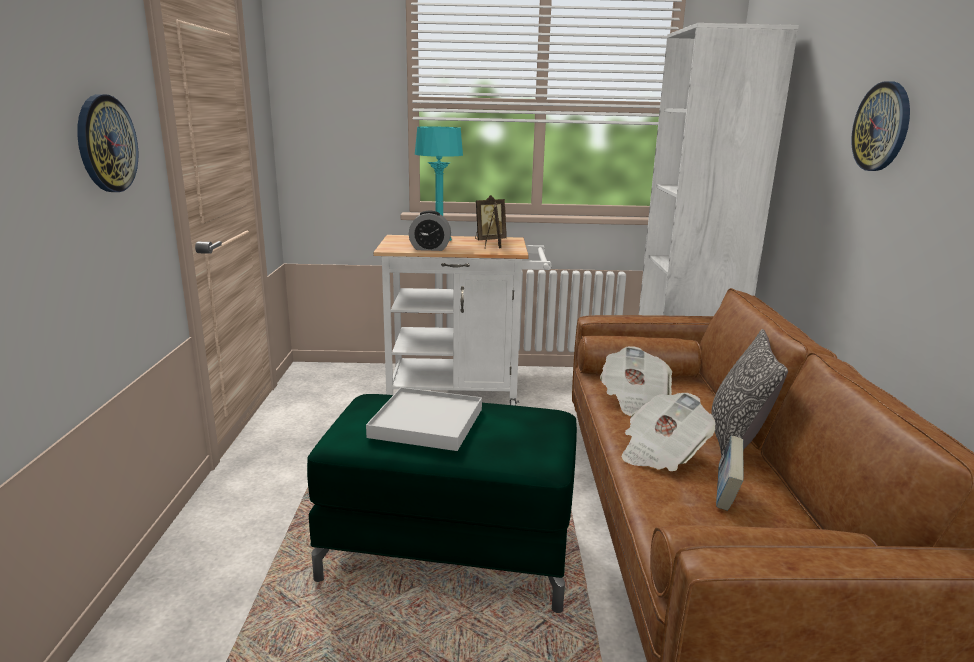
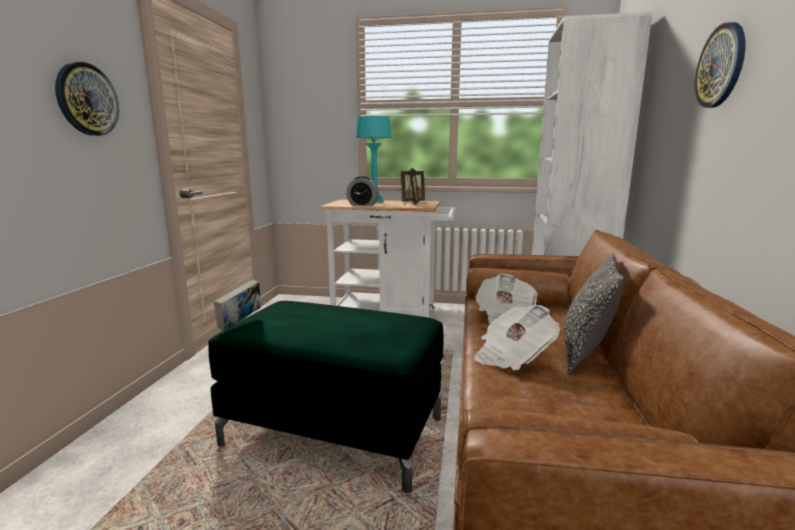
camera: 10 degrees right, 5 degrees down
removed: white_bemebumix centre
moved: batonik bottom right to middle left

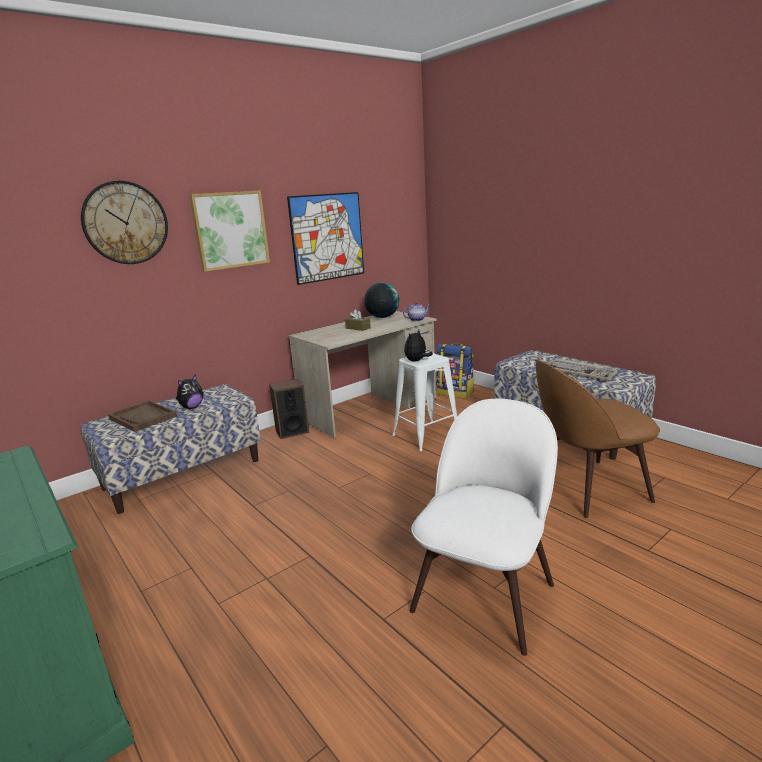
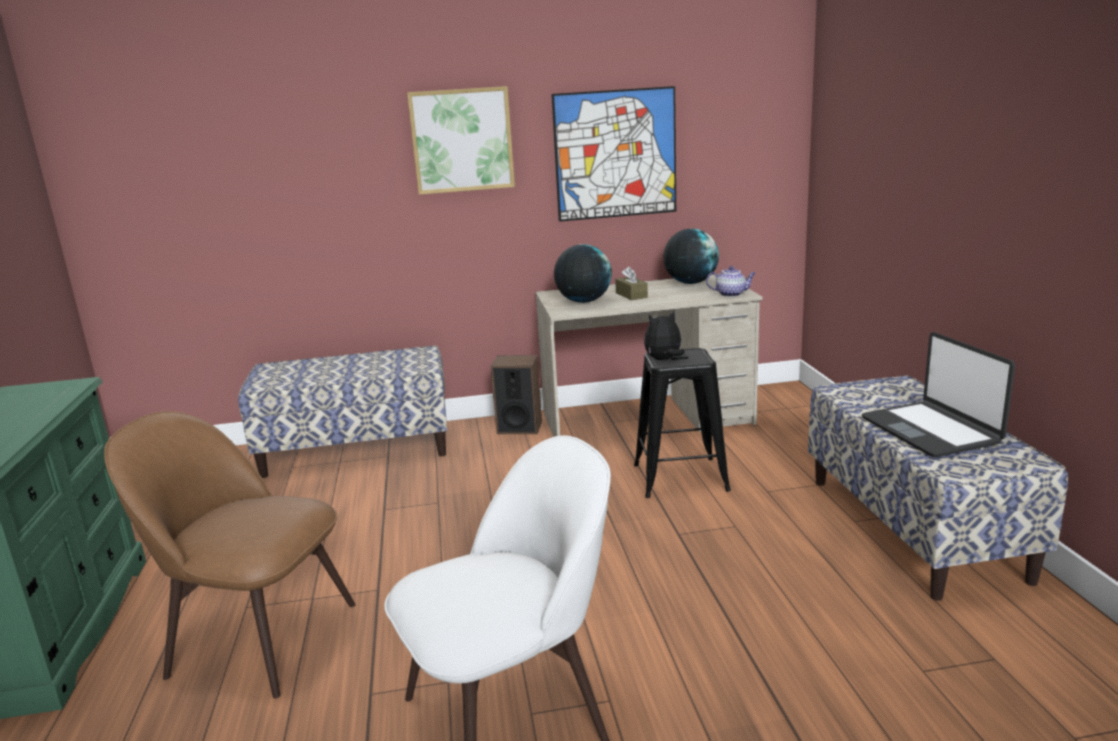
camera: 30 degrees right, 0 degrees up
removed: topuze top left; brown_bemebumix middle left; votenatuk (1st from left) middle left; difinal centre
added: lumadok (1st from left) centre
moved: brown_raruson middle right to bottom left
replaced: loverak middle right to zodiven middle right
recoloured: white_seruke centre to black_seruke centre

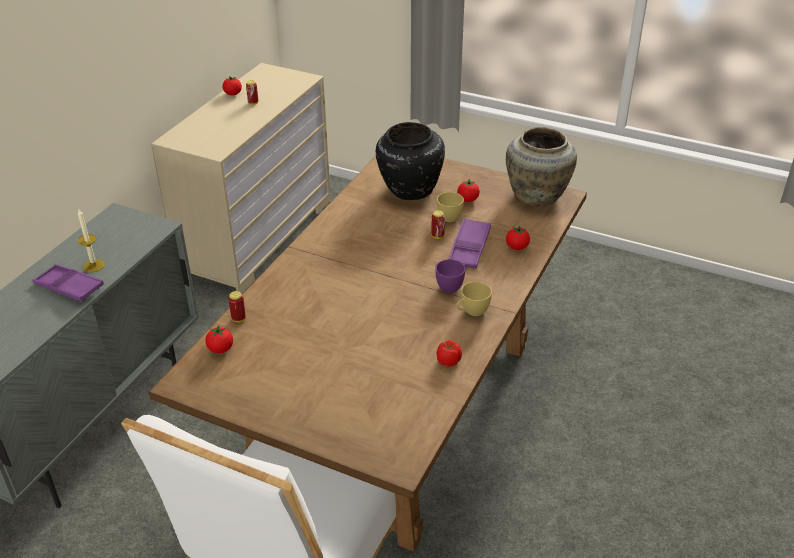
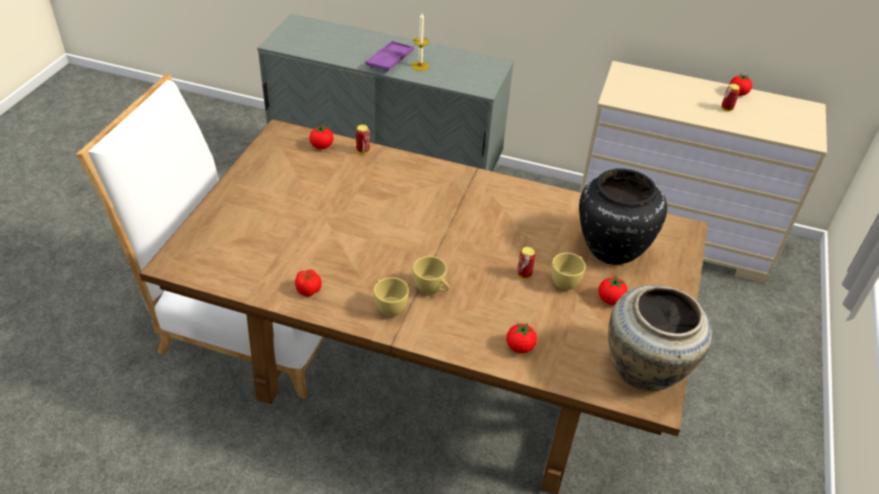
camera: 80 degrees right, 5 degrees up
removed: purple_bemebumix (2nd from left) centre
recoloured: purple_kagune centre to yellow_kagune (2nd from left) centre

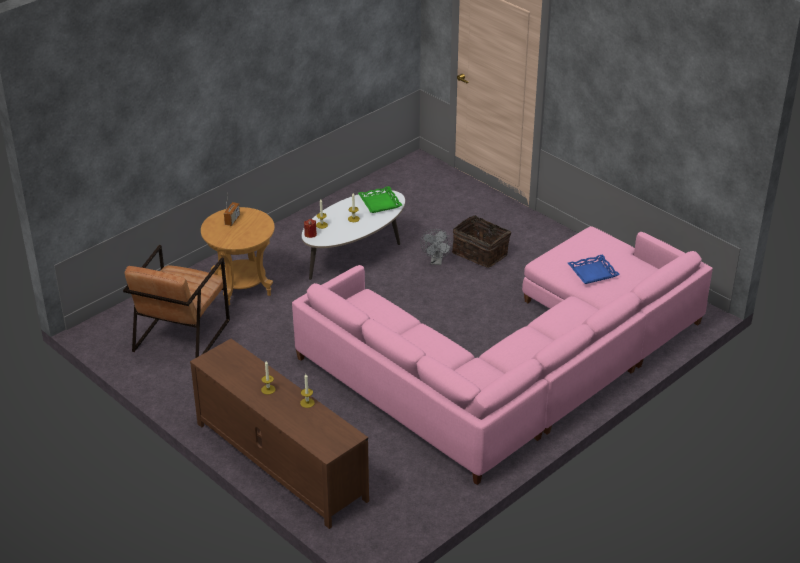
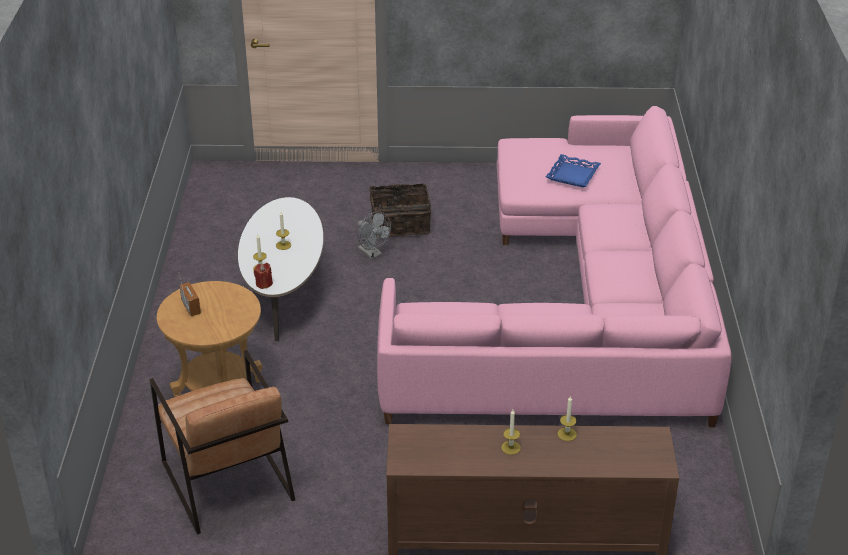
camera: 45 degrees left, 0 degrees up
removed: green_bemebumix centre

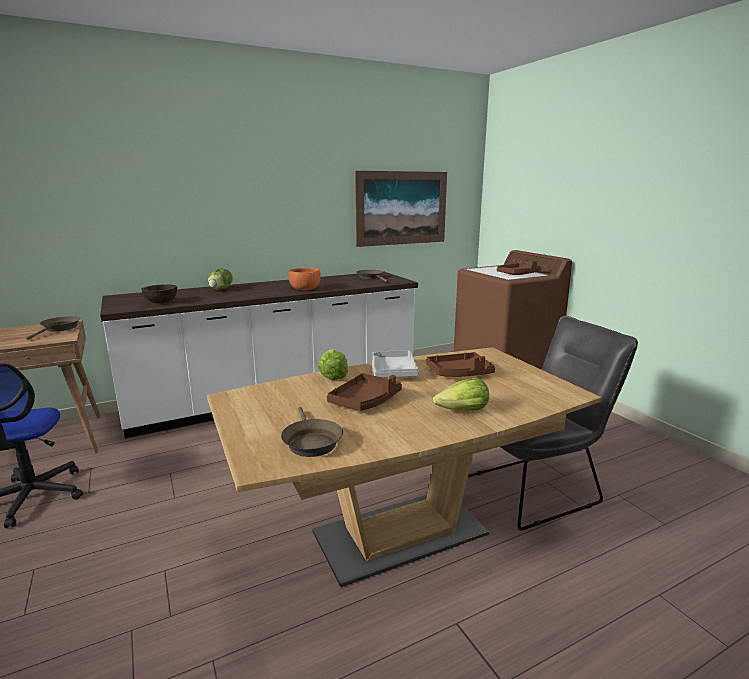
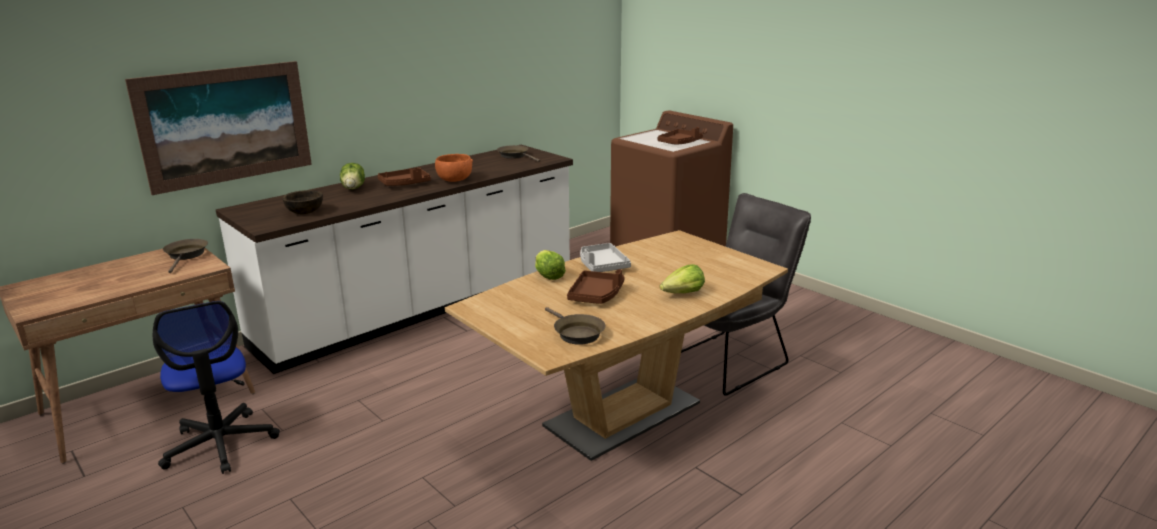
camera: 15 degrees left, 5 degrees up
moved: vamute top centre to top left; brown_bemebumix (2nd from left in the first image) centre to brown_bemebumix (1st from left) top centre

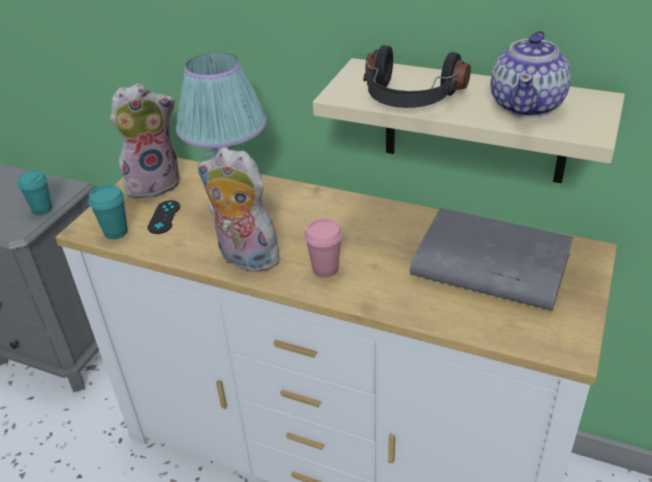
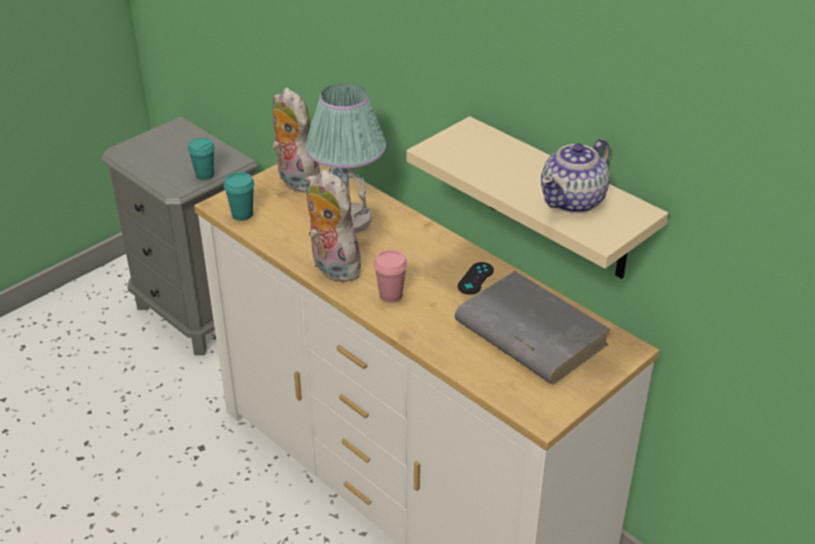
camera: 20 degrees right, 0 degrees up
removed: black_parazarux top centre
moved: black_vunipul middle left to centre
turned: votenatuk (1st from left) top left = top centre 120 degrees counterclockwise

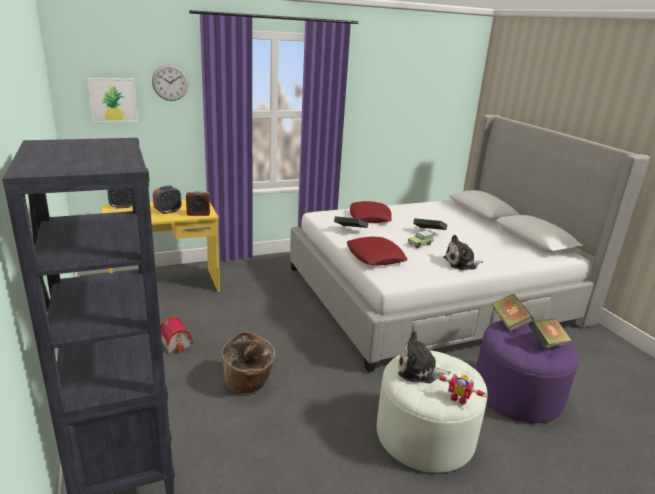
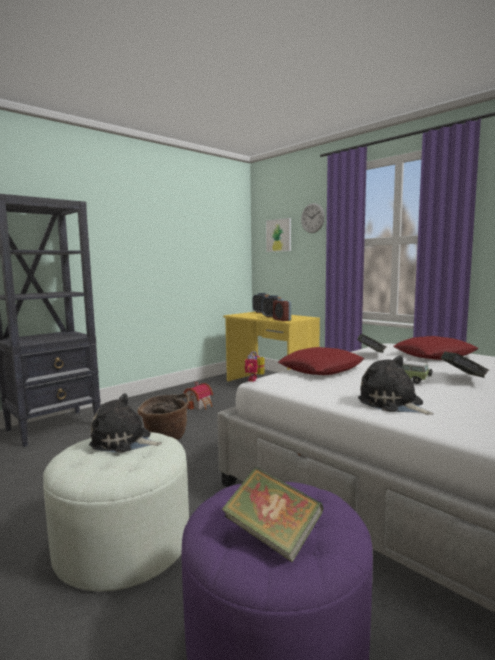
camera: 70 degrees right, 15 degrees down
removed: batonik (3rd from left) middle right
moved: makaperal bottom right to centre
turned: votenatuk (1st from left) bottom centre = middle left 60 degrees counterclockwise

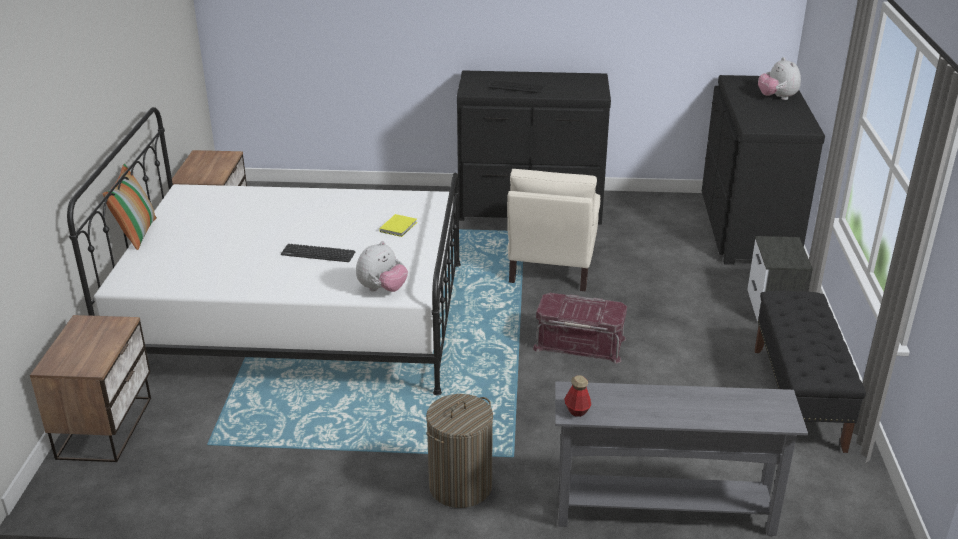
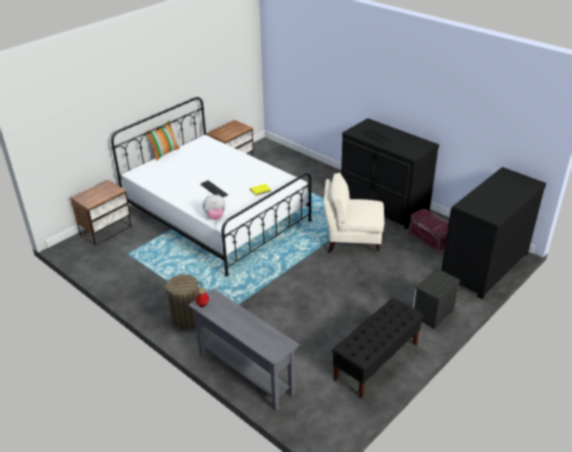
camera: 40 degrees right, 5 degrees up
removed: votenatuk (2nd from left) top right
moved: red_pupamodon centre to middle right
turned: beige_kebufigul centre = centre 45 degrees clockwise

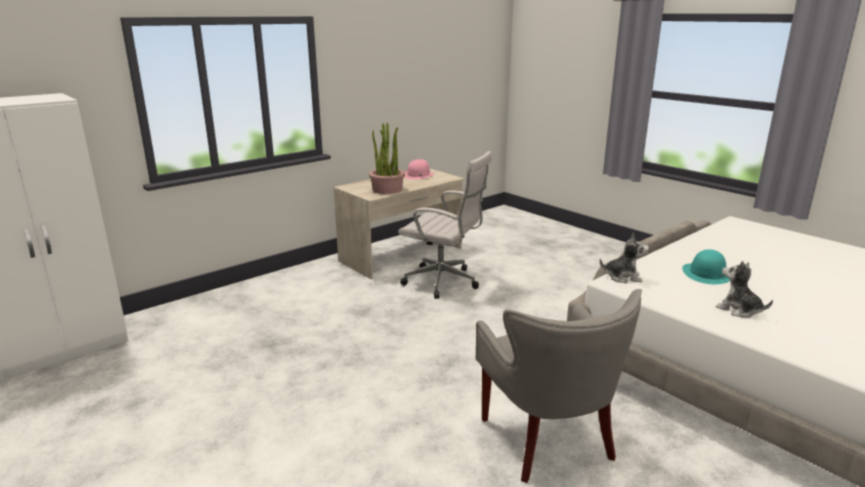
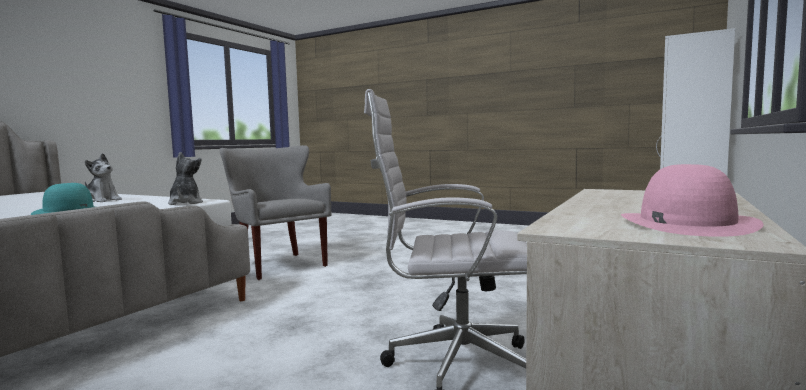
camera: 160 degrees right, 15 degrees down
removed: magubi top centre
turned: votenatuk (1st from left in the first image) middle right = middle left 90 degrees clockwise

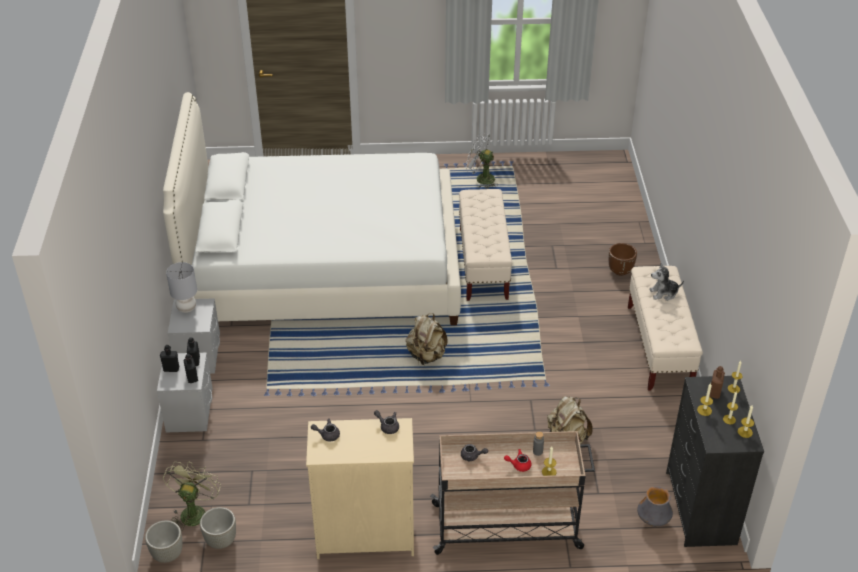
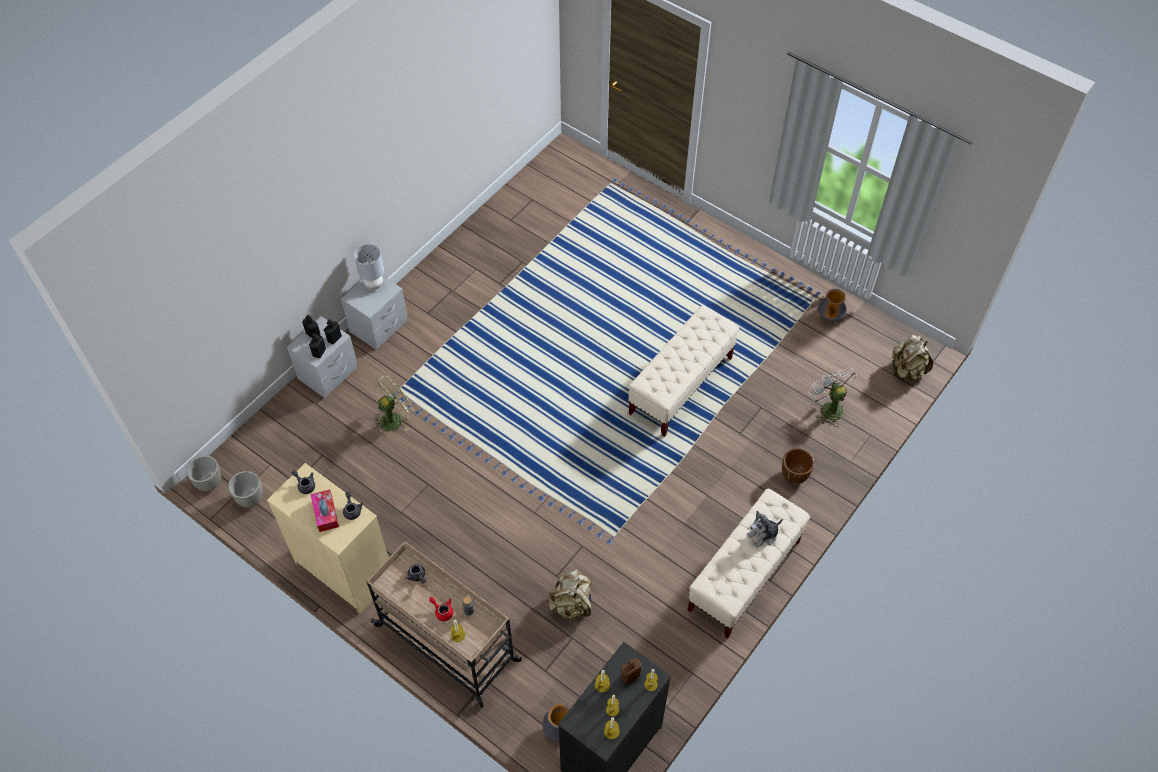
camera: 40 degrees right, 15 degrees up
removed: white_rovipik centre
added: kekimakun middle left; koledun (2nd from left) middle right
moved: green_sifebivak bottom left to centre; beige_difinal (1st from left in the first image) centre to beige_difinal (2nd from left) middle right; white_sifebivak top centre to middle right
turned: votenatuk middle right = bottom centre 60 degrees counterclockwise

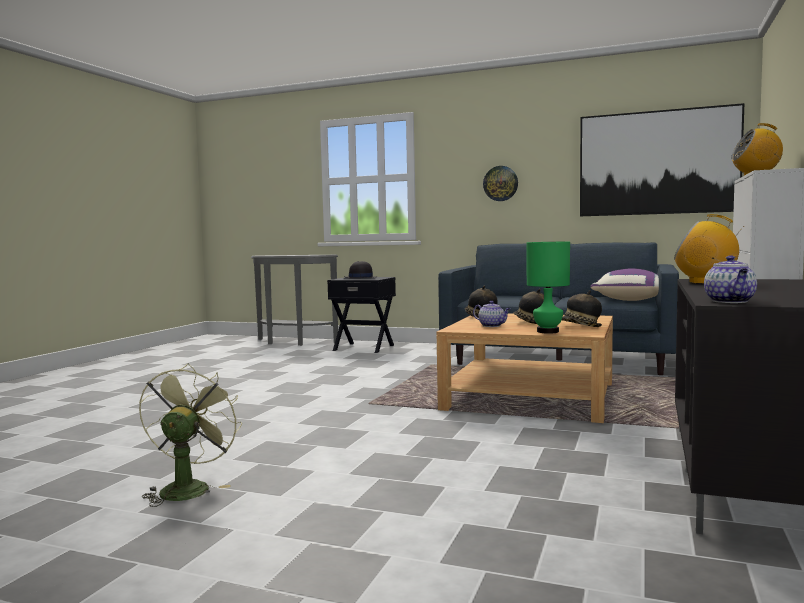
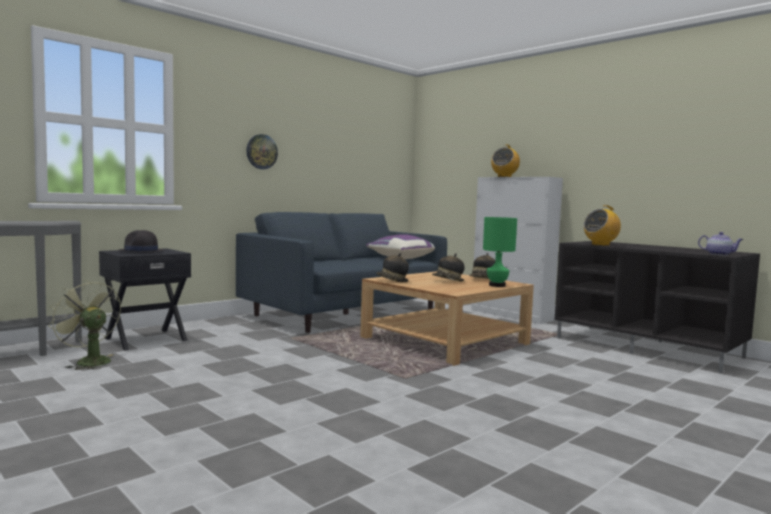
camera: 65 degrees left, 0 degrees up
removed: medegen (1st from left) centre; vamute top right
moved: green_sifebivak bottom left to middle left

